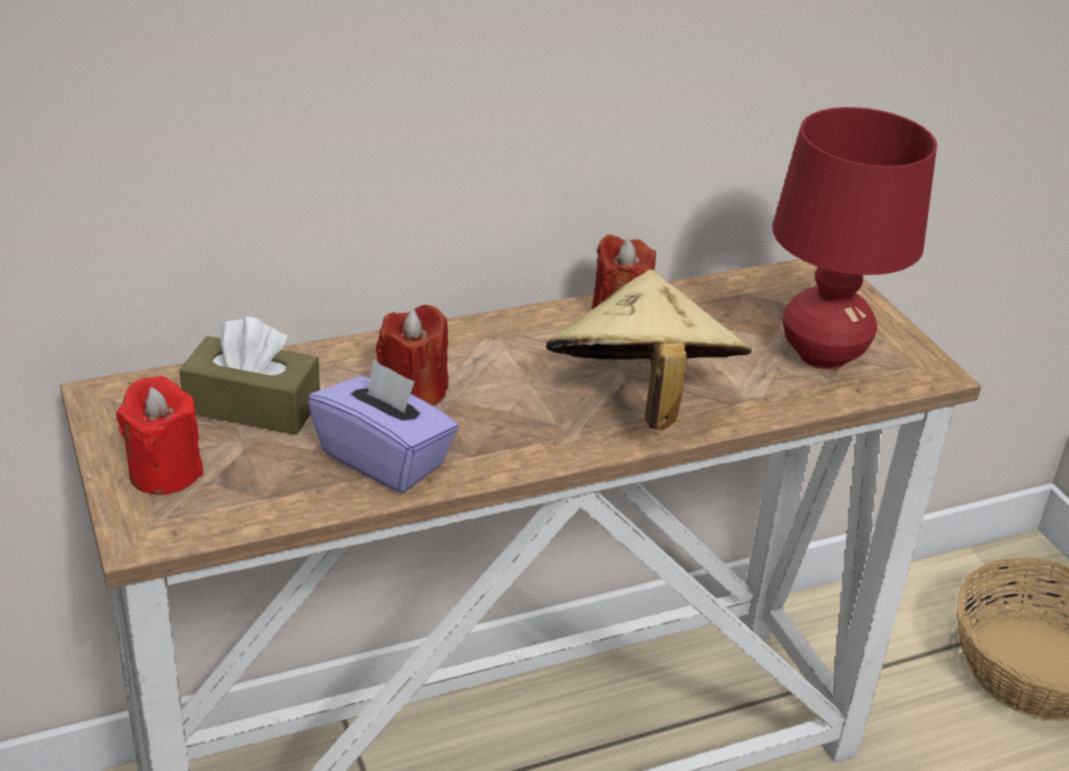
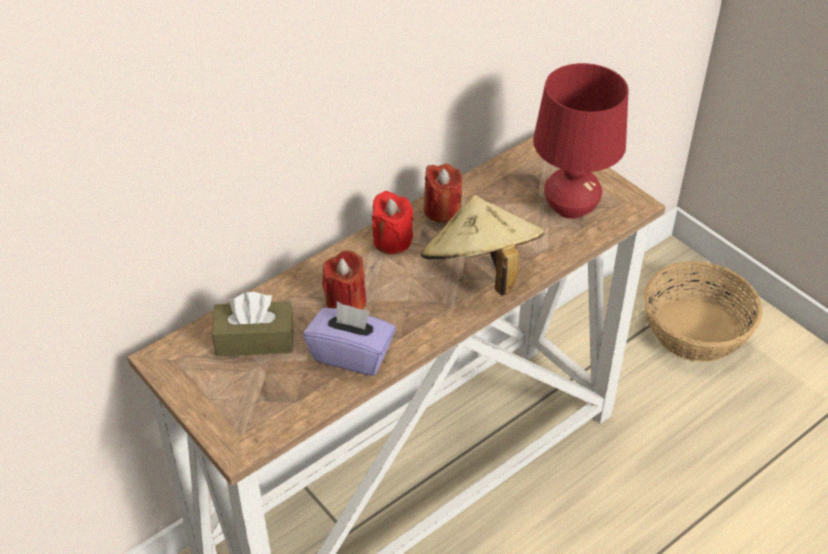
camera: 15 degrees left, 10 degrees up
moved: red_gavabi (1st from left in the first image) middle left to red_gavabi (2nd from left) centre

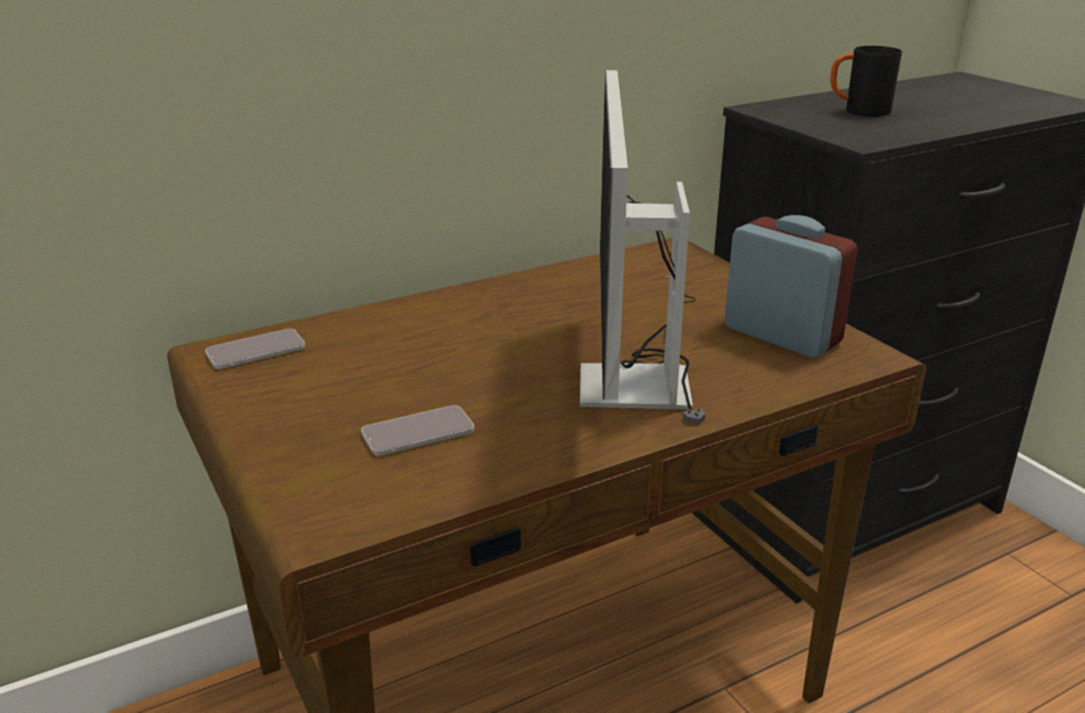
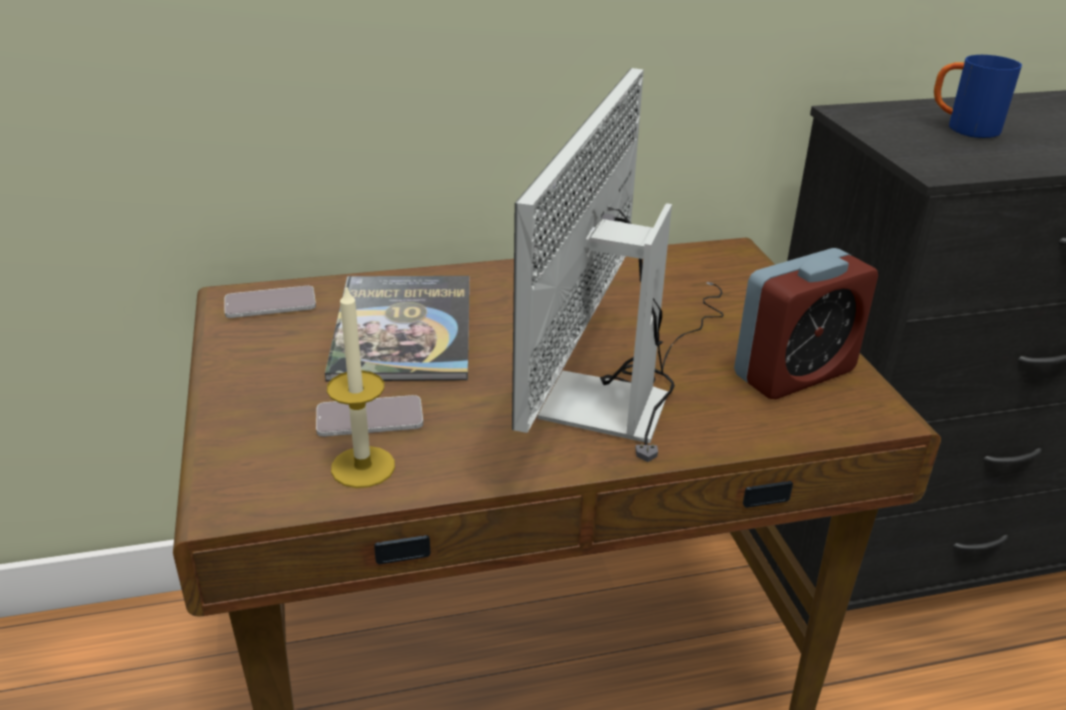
camera: 15 degrees right, 5 degrees up
added: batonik centre; gavabi centre
recoloured: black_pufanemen top right to blue_pufanemen top right
turned: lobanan middle right = middle right 90 degrees clockwise

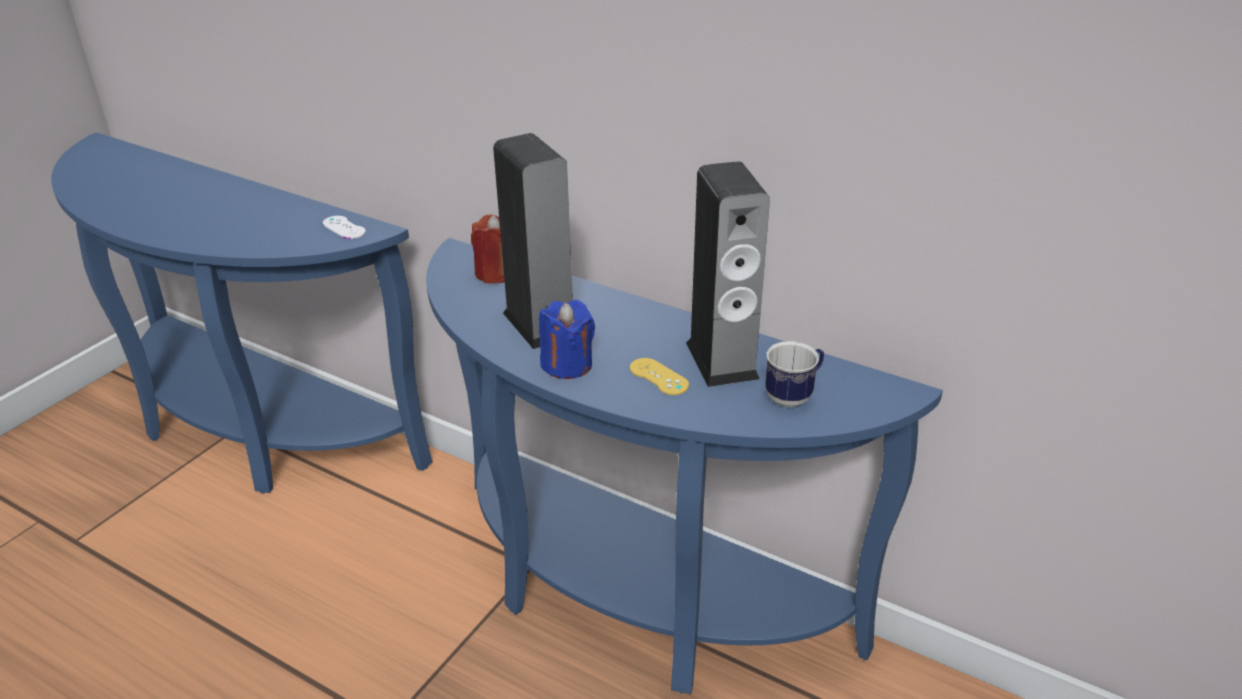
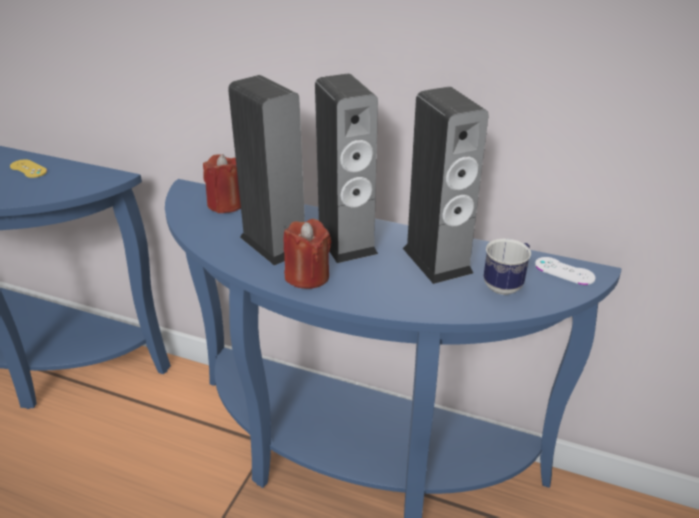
camera: 10 degrees left, 0 degrees up
added: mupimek (2nd from left) top centre
moved: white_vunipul top left to middle right; yellow_vunipul centre to top left
recoloured: blue_gavabi centre to red_gavabi (2nd from left) centre

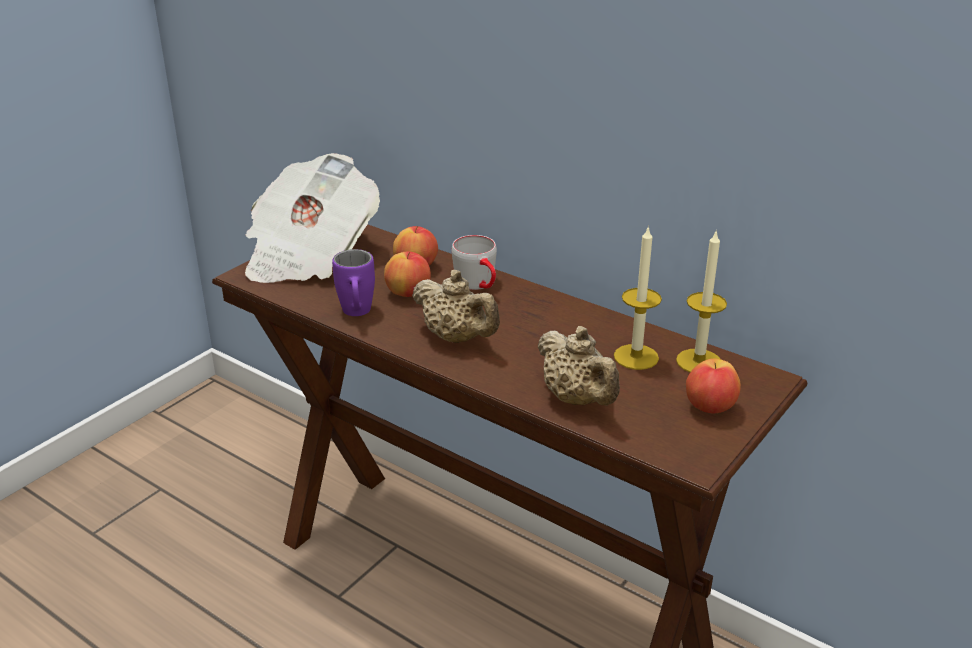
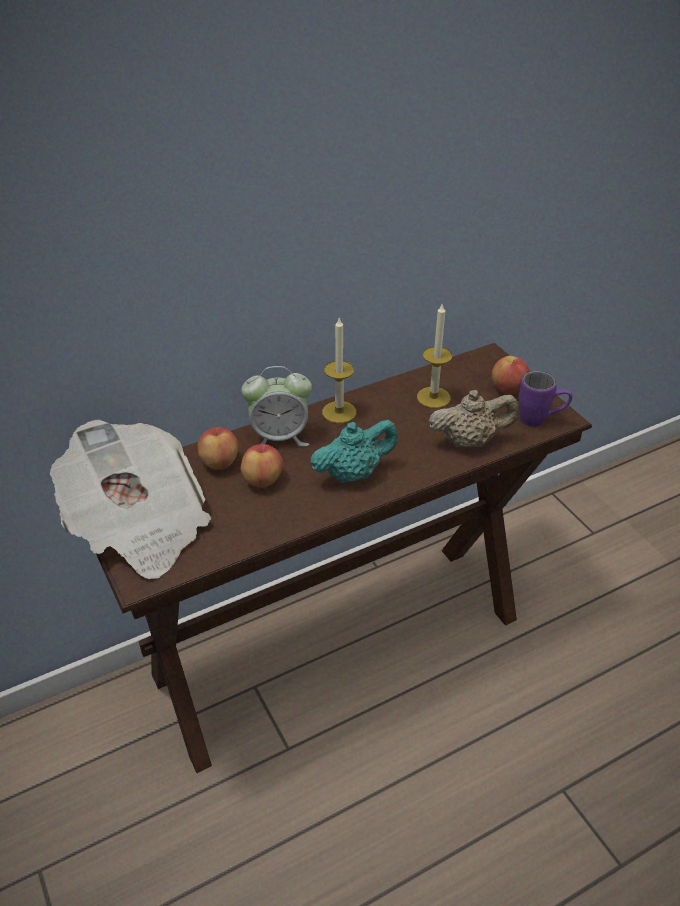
camera: 65 degrees left, 10 degrees up
moved: purple_pufanemen centre to middle right; gavabi (2nd from left in the first image) middle right to gavabi (1st from left) centre
replaced: grey_pufanemen centre to lobanan centre
recoloured: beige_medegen (1st from left) centre to turquoise_medegen centre

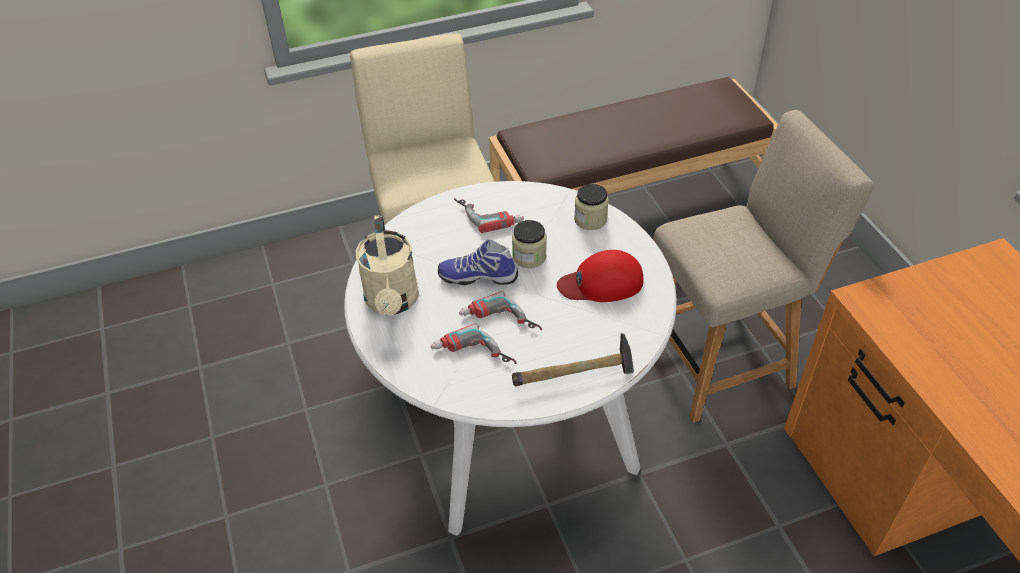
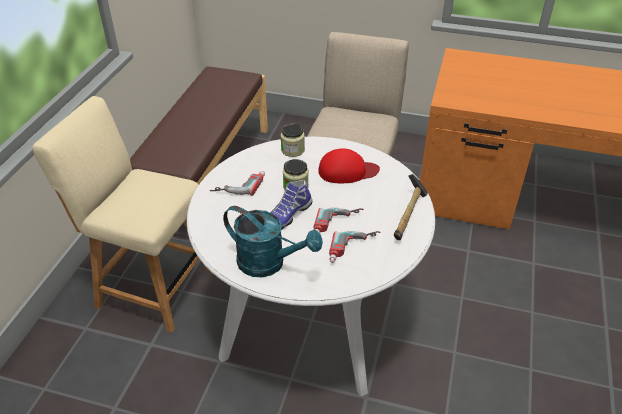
camera: 55 degrees left, 5 degrees down
recoloured: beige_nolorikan centre to turquoise_nolorikan centre
turned: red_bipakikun centre = centre 120 degrees counterclockwise

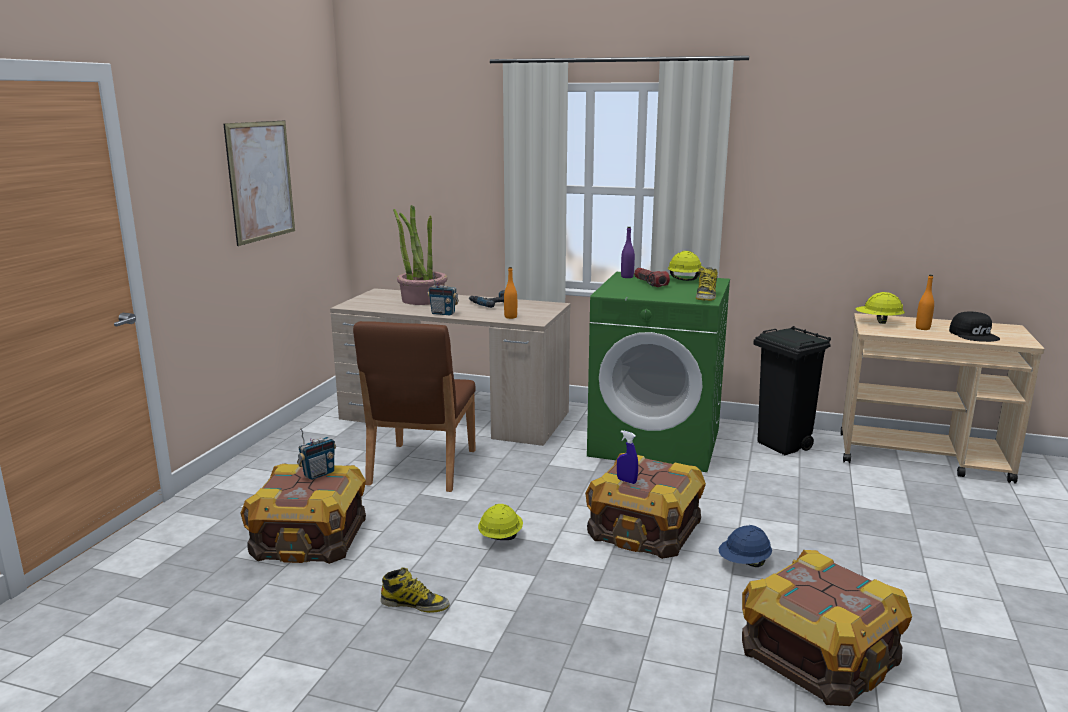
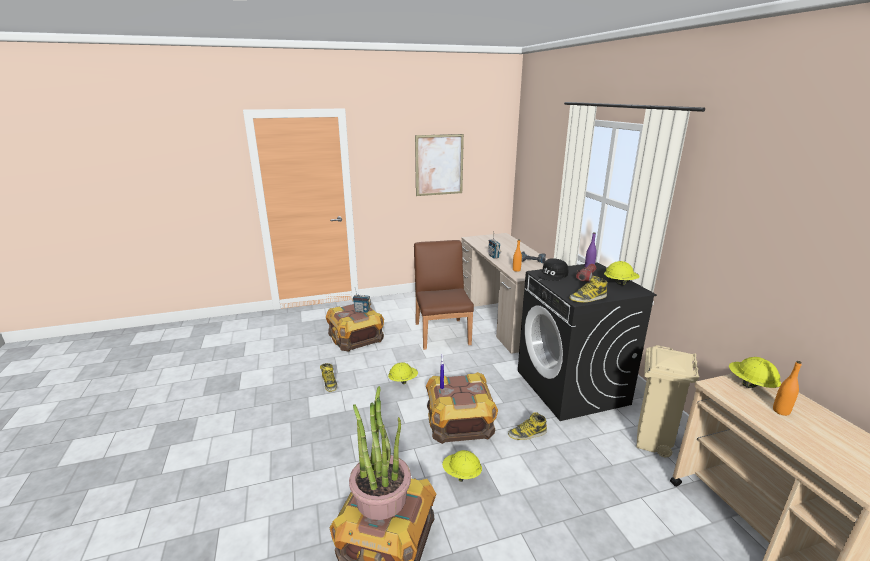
camera: 55 degrees right, 5 degrees up
added: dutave (2nd from left) bottom centre
moved: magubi centre to bottom centre; black_bipakikun middle right to centre
recoloured: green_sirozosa centre to black_sirozosa middle right; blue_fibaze bottom right to yellow_fibaze (2nd from left) bottom centre; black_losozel middle right to beige_losozel bottom right
turned: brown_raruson centre = centre 105 degrees clockwise

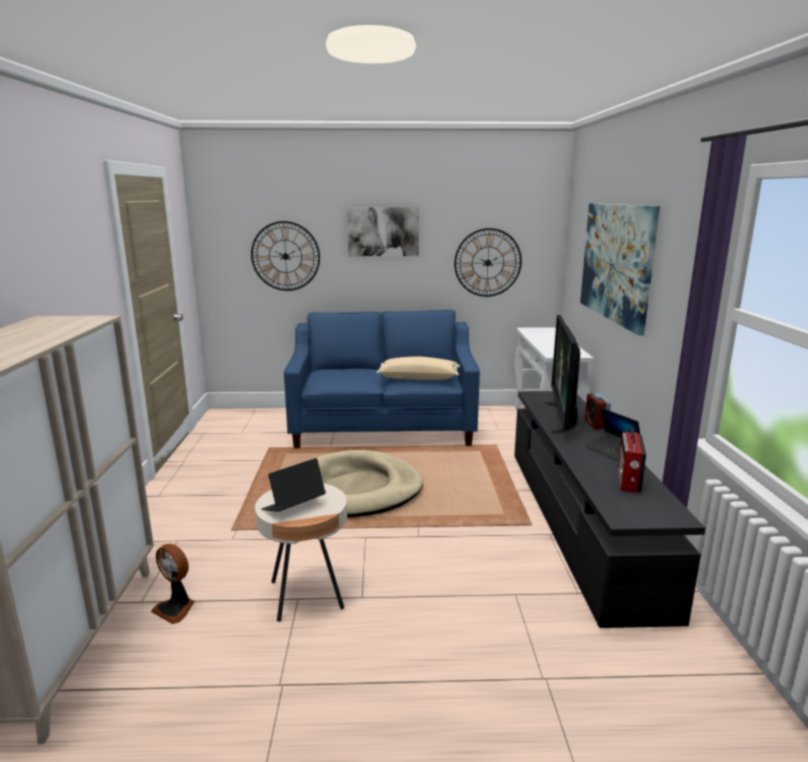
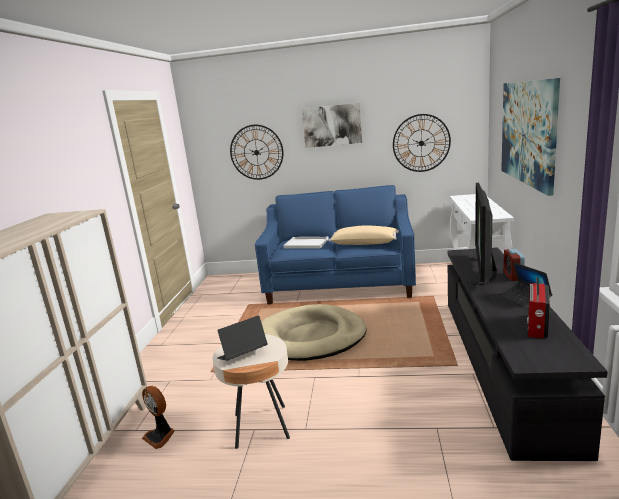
camera: 10 degrees right, 0 degrees up
added: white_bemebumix centre

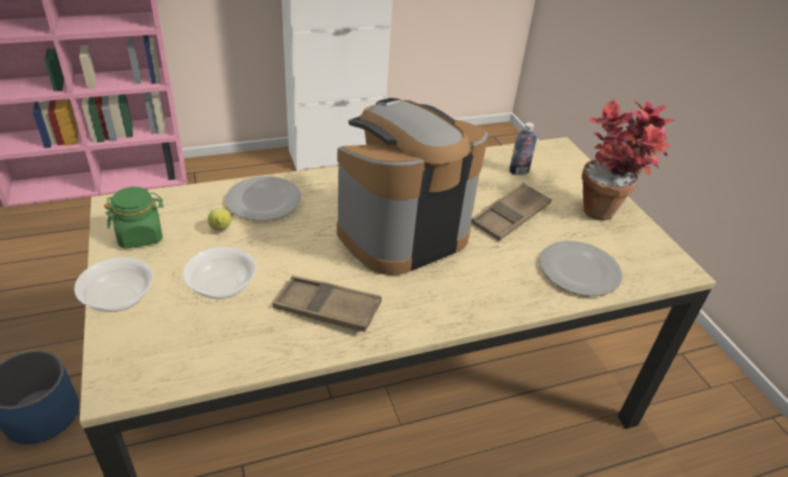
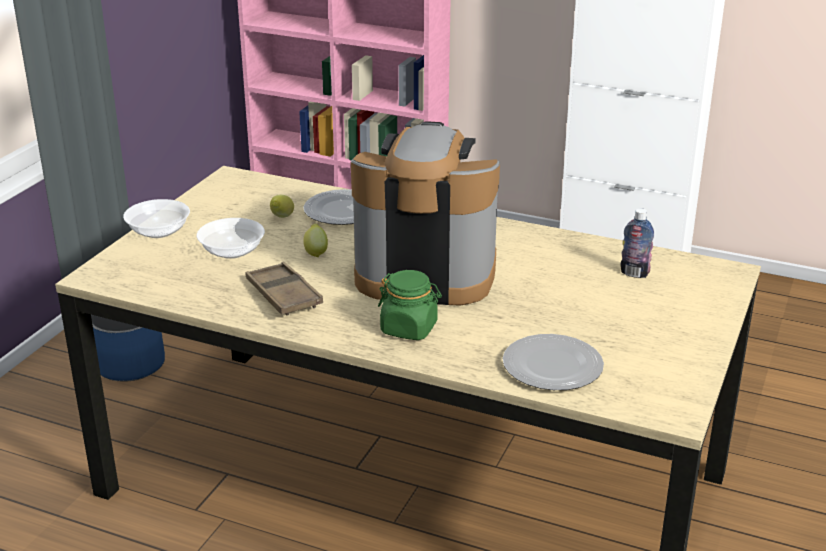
camera: 45 degrees right, 10 degrees down
removed: brown_bemebumix (2nd from left) centre; magubi middle right
added: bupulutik (2nd from left) centre
moved: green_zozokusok middle left to centre

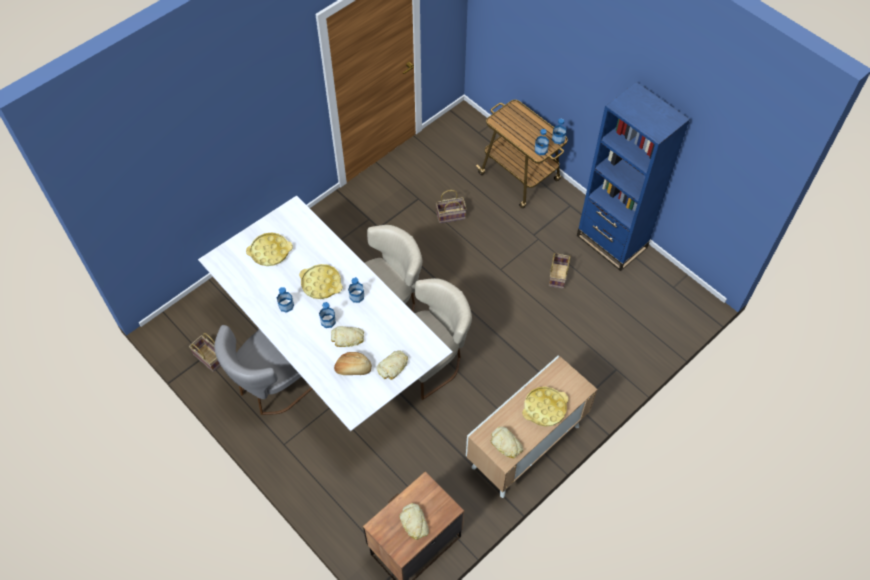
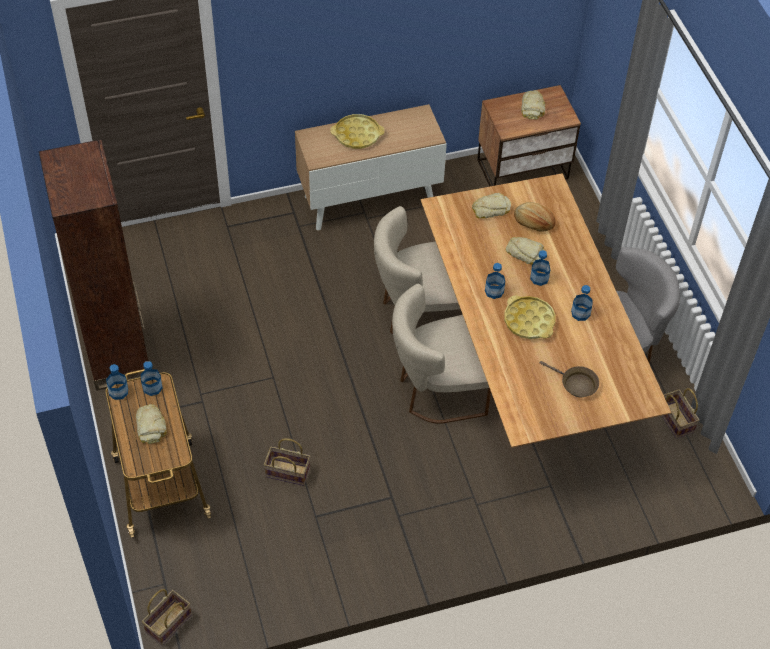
camera: 155 degrees left, 5 degrees down
moved: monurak (5th from left in the first image) bottom centre to monurak (1st from left) middle left; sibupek (3rd from left in the first image) centre to sibupek (1st from left) bottom left
replaced: yellow_bemebumix (1st from left) middle left to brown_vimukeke middle right
recoloured: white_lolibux centre to brown_lolibux middle right; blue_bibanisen top right to brown_bibanisen middle left

